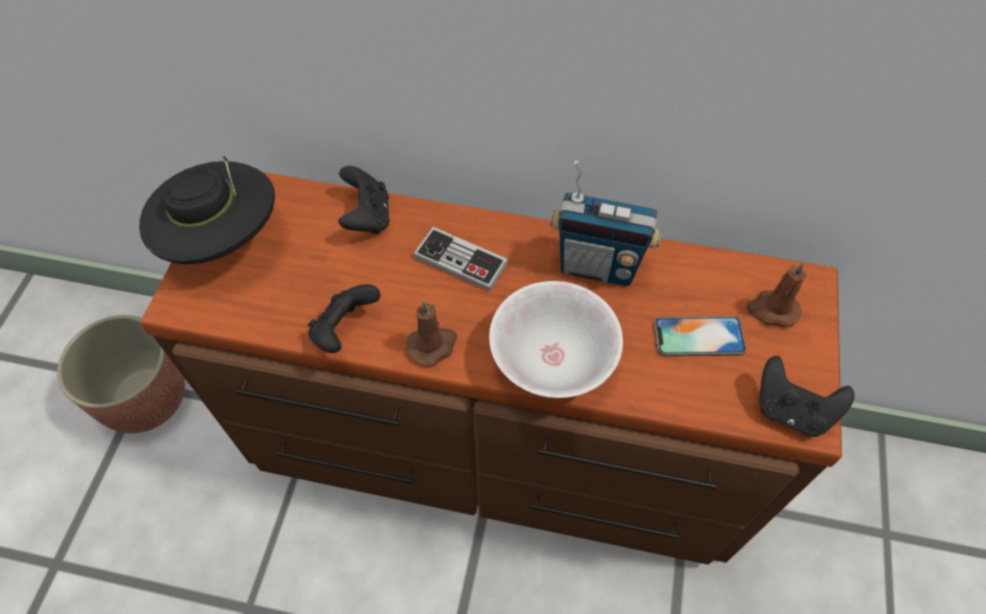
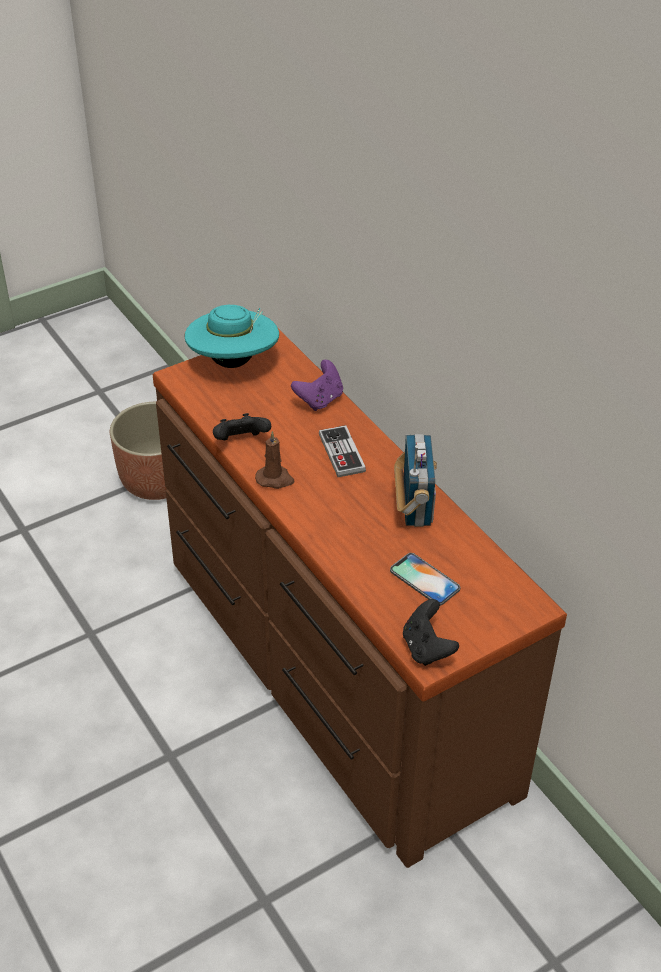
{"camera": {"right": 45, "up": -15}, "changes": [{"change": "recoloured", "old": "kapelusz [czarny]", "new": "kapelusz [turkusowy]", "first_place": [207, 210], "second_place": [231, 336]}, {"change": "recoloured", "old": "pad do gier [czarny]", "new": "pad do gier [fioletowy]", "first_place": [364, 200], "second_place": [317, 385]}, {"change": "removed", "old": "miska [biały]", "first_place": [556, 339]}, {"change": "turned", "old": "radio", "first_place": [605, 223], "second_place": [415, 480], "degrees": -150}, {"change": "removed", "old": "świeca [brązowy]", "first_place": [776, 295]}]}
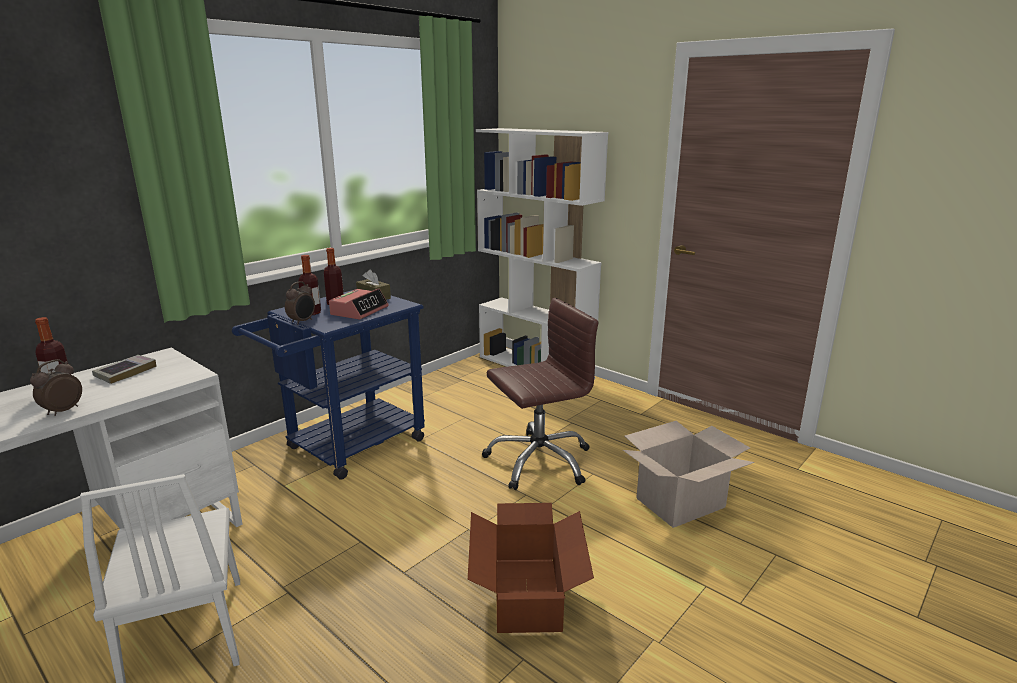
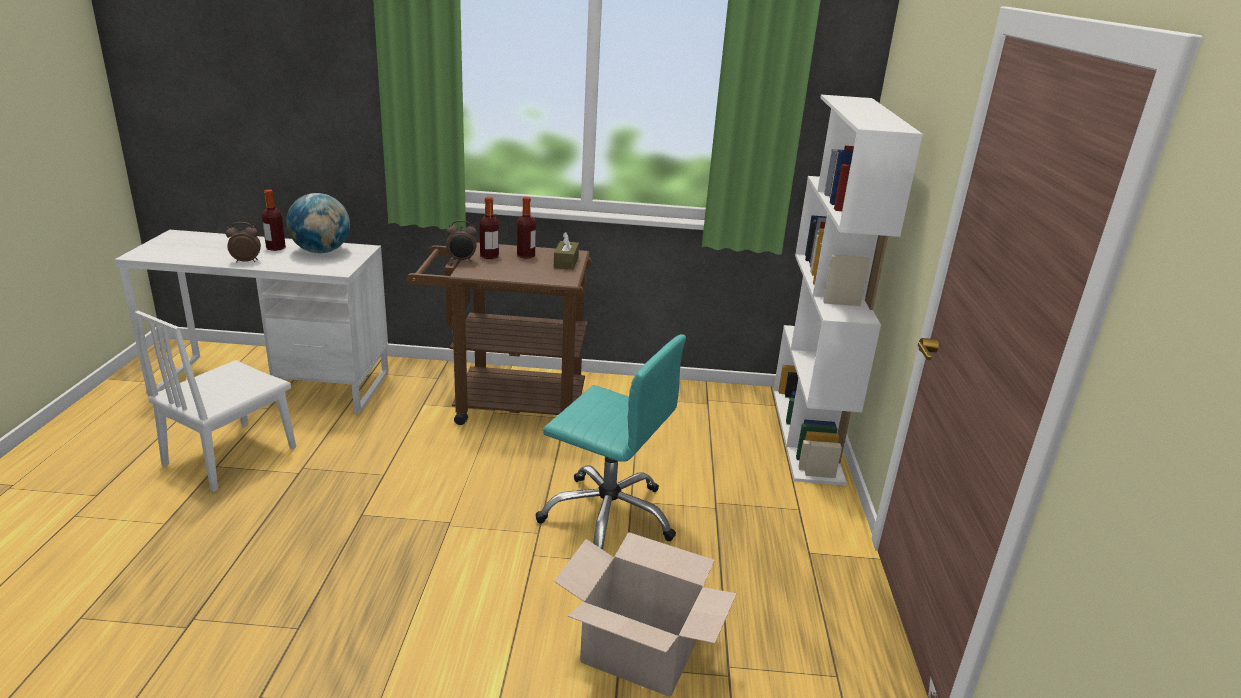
{"camera": {"right": 50, "up": 5}, "changes": [{"change": "replaced", "old": "książka", "new": "globus", "first_place": [124, 369], "second_place": [318, 223]}, {"change": "recoloured", "old": "wózek [niebieski]", "new": "wózek [brązowy]", "first_place": [328, 384], "second_place": [499, 333]}, {"change": "removed", "old": "budzik", "first_place": [359, 304]}, {"change": "removed", "old": "karton", "first_place": [531, 568]}, {"change": "recoloured", "old": "krzesło biurowe [brązowy]", "new": "krzesło biurowe [turkusowy]", "first_place": [540, 394], "second_place": [611, 442]}]}
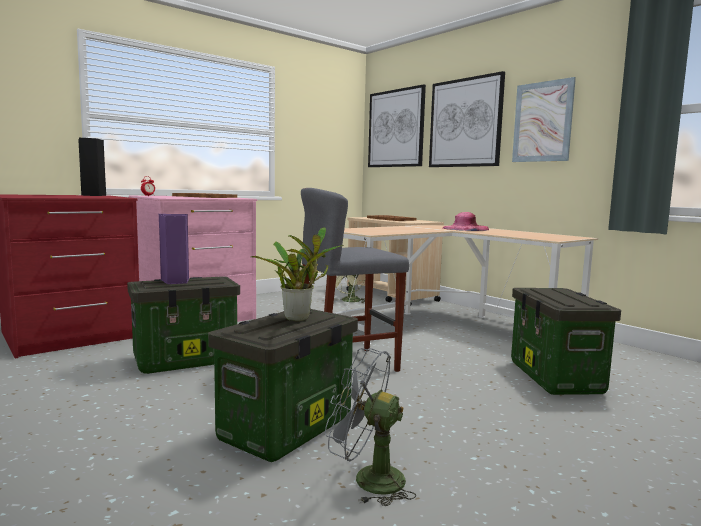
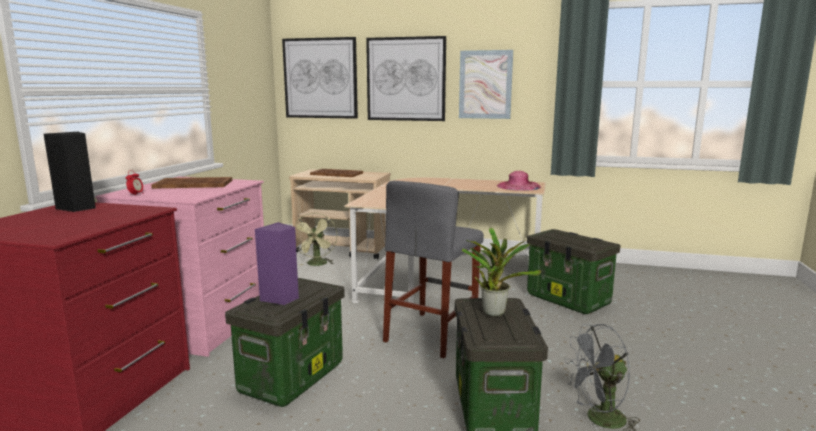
{"camera": {"right": -35, "up": 5}, "changes": [{"change": "moved", "old": "kapelusz [różowy]", "first_place": [466, 221], "second_place": [519, 181]}]}
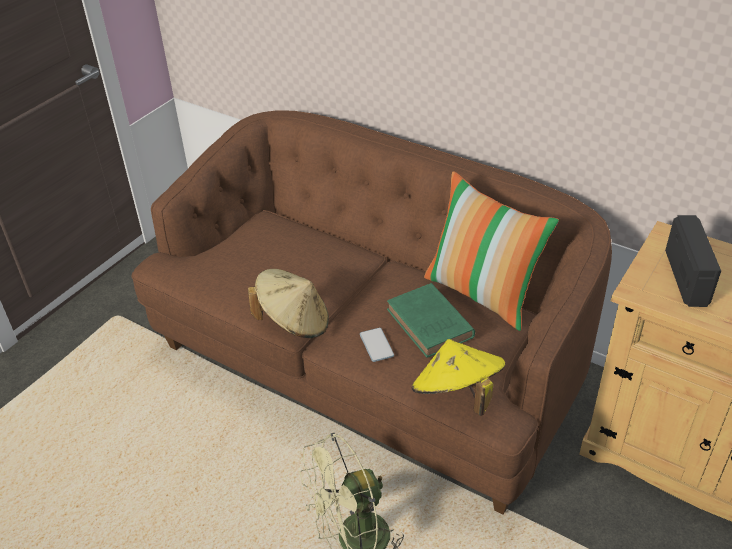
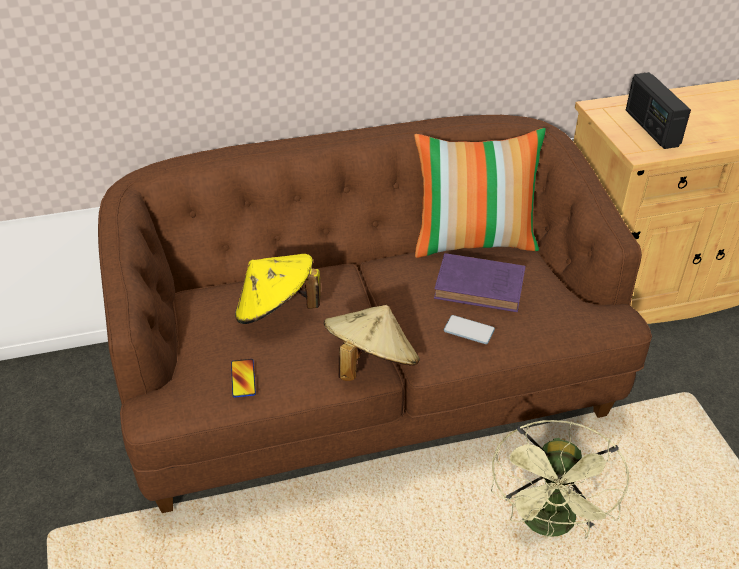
{"camera": {"right": -50, "up": 0}, "changes": [{"change": "recoloured", "old": "książka [zielony]", "new": "książka [fioletowy]", "first_place": [431, 320], "second_place": [480, 282]}, {"change": "moved", "old": "kapelusz [żółty]", "first_place": [459, 377], "second_place": [278, 289]}, {"change": "turned", "old": "radio", "first_place": [693, 261], "second_place": [658, 110], "degrees": -150}, {"change": "added", "new": "telefon", "second_place": [243, 378]}]}
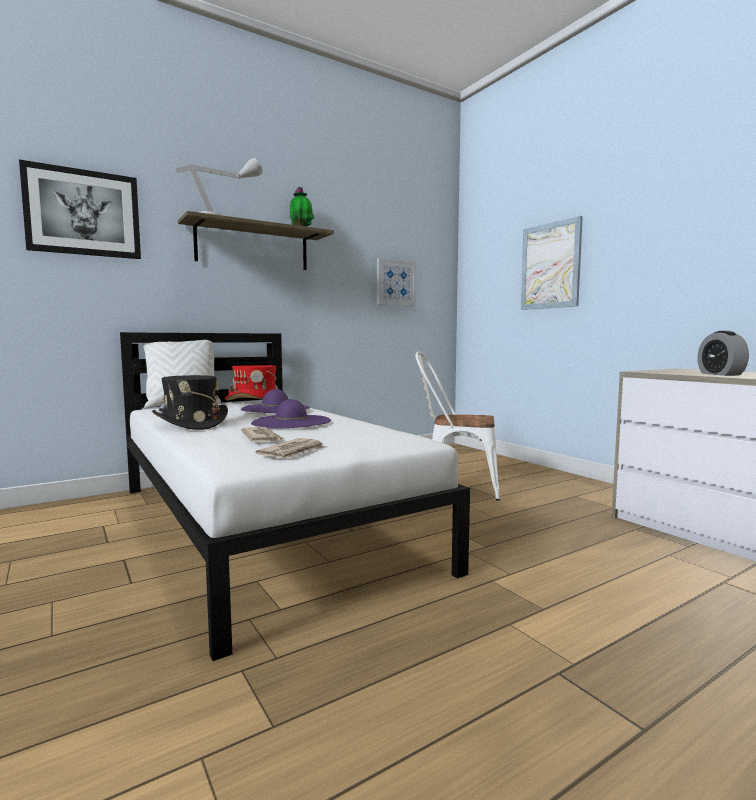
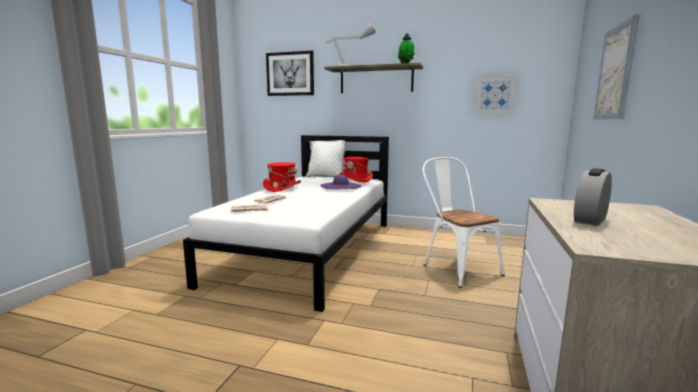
{"camera": {"right": 50, "up": 5}, "changes": [{"change": "recoloured", "old": "kapelusz [czarny]", "new": "kapelusz [czerwony]", "first_place": [190, 402], "second_place": [282, 177]}, {"change": "removed", "old": "kapelusz [fioletowy]", "first_place": [291, 414]}]}
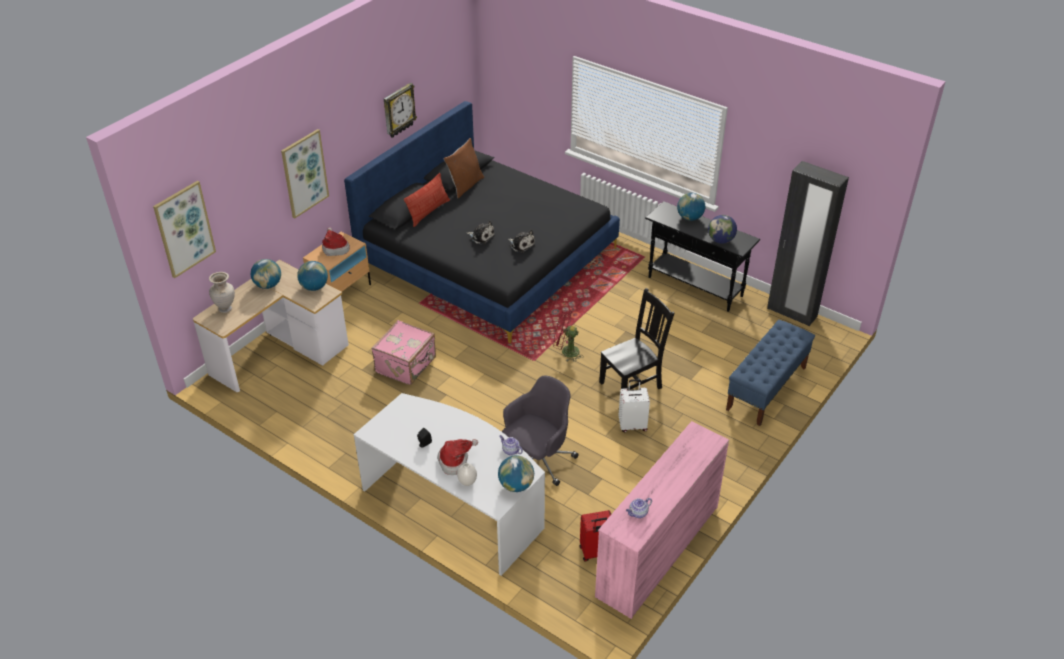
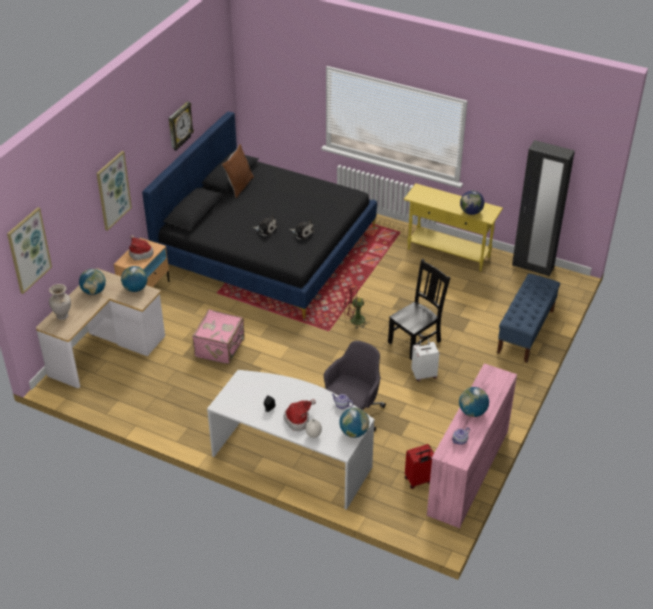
{"camera": {"right": -10, "up": 0}, "changes": [{"change": "removed", "old": "poduszka", "first_place": [427, 200]}, {"change": "recoloured", "old": "stolik konsolowy [czarny]", "new": "stolik konsolowy [żółty]", "first_place": [702, 256], "second_place": [453, 227]}, {"change": "moved", "old": "globus", "first_place": [691, 207], "second_place": [474, 402]}]}
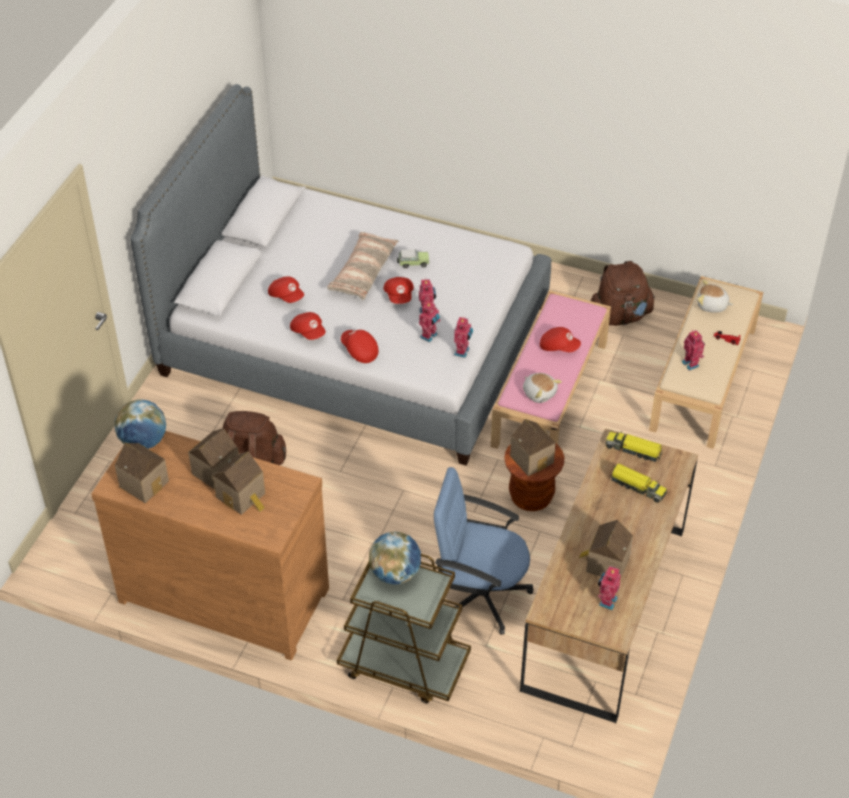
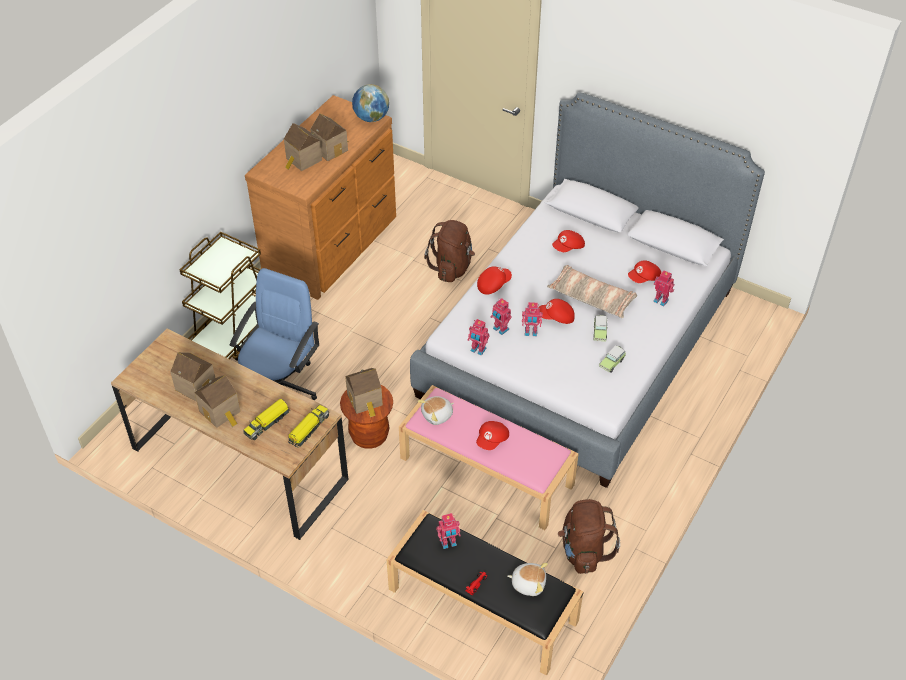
{"camera": {"right": 100, "up": 0}, "changes": [{"change": "moved", "old": "domek", "first_place": [142, 473], "second_place": [217, 401]}, {"change": "moved", "old": "czapka z daszkiem [czerwony]", "first_place": [308, 326], "second_place": [644, 271]}, {"change": "removed", "old": "globus", "first_place": [395, 558]}, {"change": "moved", "old": "robot zabawkowy", "first_place": [609, 588], "second_place": [663, 288]}, {"change": "recoloured", "old": "ławka [beżowy]", "new": "ławka [czarny]", "first_place": [706, 362], "second_place": [484, 593]}, {"change": "turned", "old": "pluszak", "first_place": [715, 296], "second_place": [527, 579], "degrees": 75}, {"change": "added", "new": "samochodzik", "second_place": [612, 359]}]}
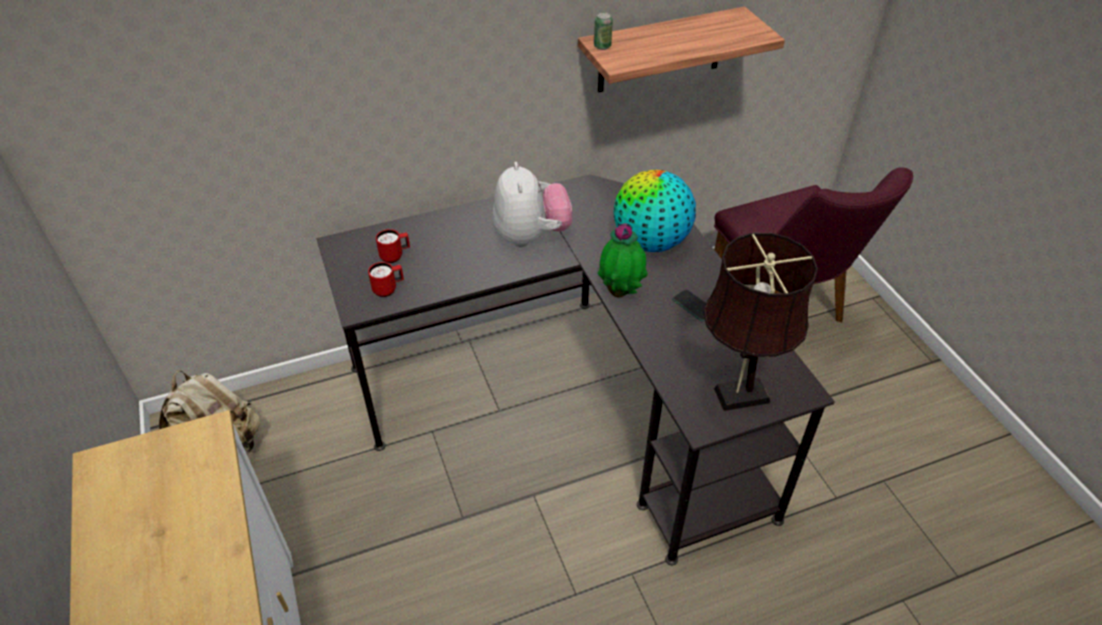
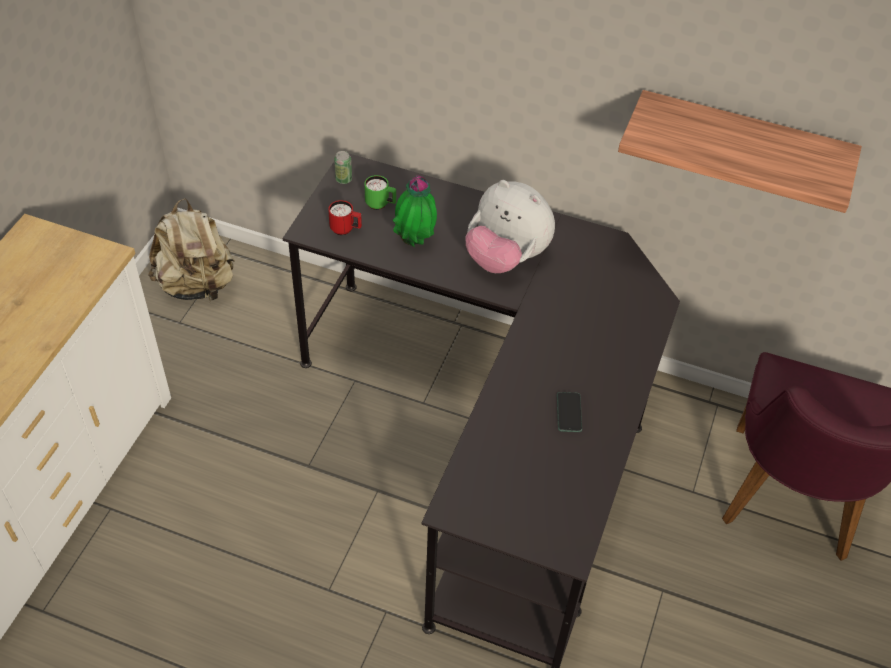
{"camera": {"right": 40, "up": 5}, "changes": [{"change": "recoloured", "old": "kubek [czerwony]", "new": "kubek [zielony]", "first_place": [393, 246], "second_place": [380, 192]}, {"change": "turned", "old": "pluszak", "first_place": [532, 204], "second_place": [510, 226], "degrees": 90}, {"change": "moved", "old": "puszka", "first_place": [603, 31], "second_place": [343, 167]}, {"change": "moved", "old": "roślina doniczkowa", "first_place": [623, 260], "second_place": [415, 211]}, {"change": "removed", "old": "globus", "first_place": [655, 211]}, {"change": "removed", "old": "lampa stołowa [brązowy]", "first_place": [760, 322]}]}
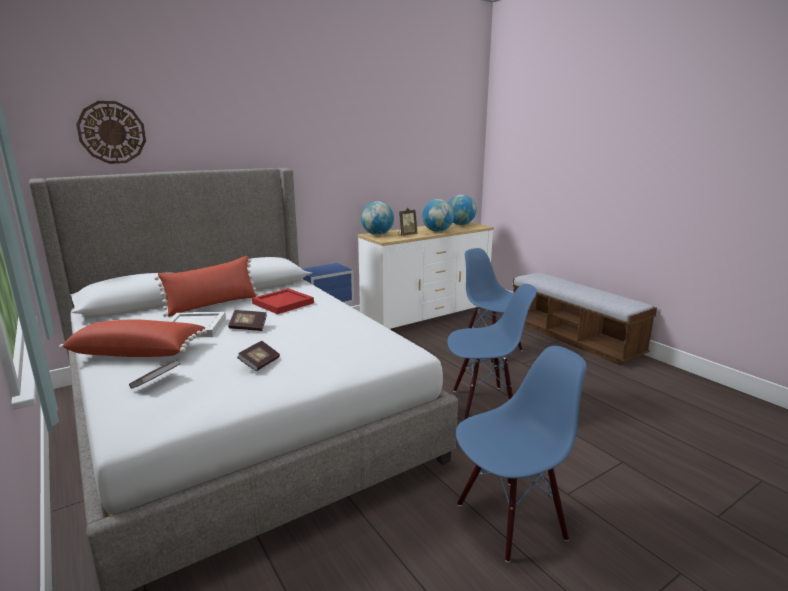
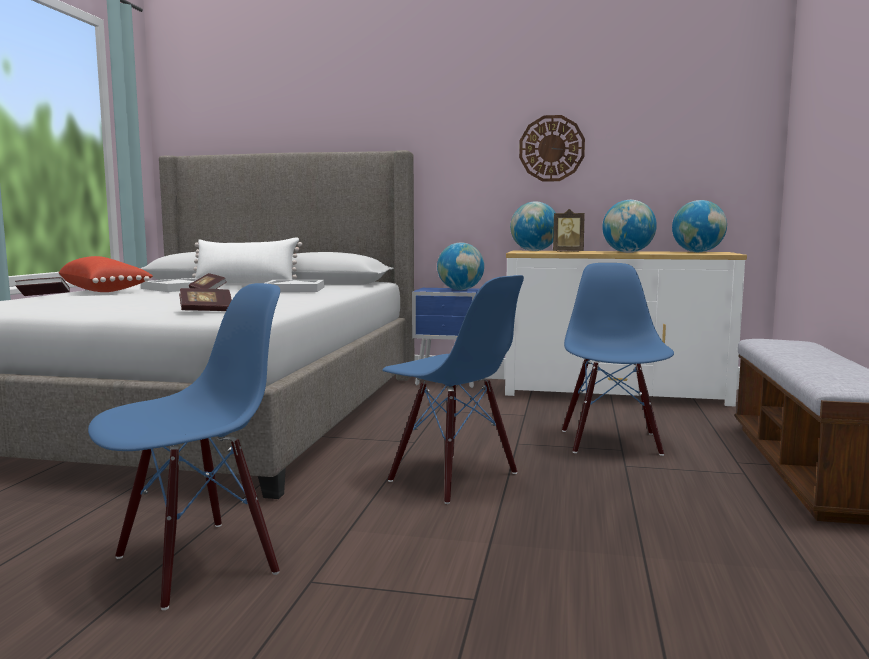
{"camera": {"right": 45, "up": -10}, "changes": [{"change": "moved", "old": "zegar ścienny", "first_place": [111, 132], "second_place": [552, 148]}, {"change": "recoloured", "old": "poduszka [czerwony]", "new": "poduszka [biały]", "first_place": [206, 286], "second_place": [247, 260]}, {"change": "moved", "old": "książka", "first_place": [258, 356], "second_place": [205, 299]}, {"change": "recoloured", "old": "taca [czerwony]", "new": "taca [biały]", "first_place": [283, 301], "second_place": [295, 286]}, {"change": "turned", "old": "krzesło [niebieski]", "first_place": [521, 454], "second_place": [184, 446], "degrees": -60}, {"change": "added", "new": "globus", "second_place": [460, 266]}]}
